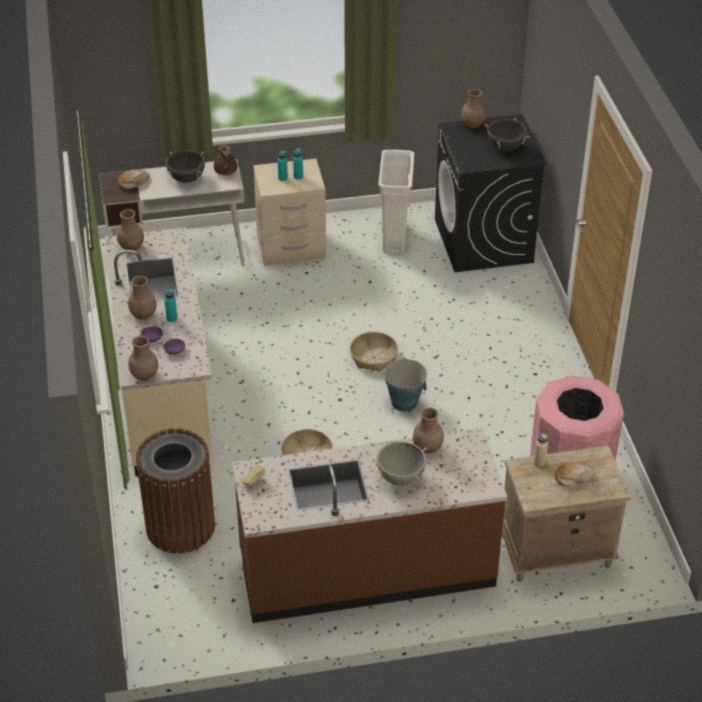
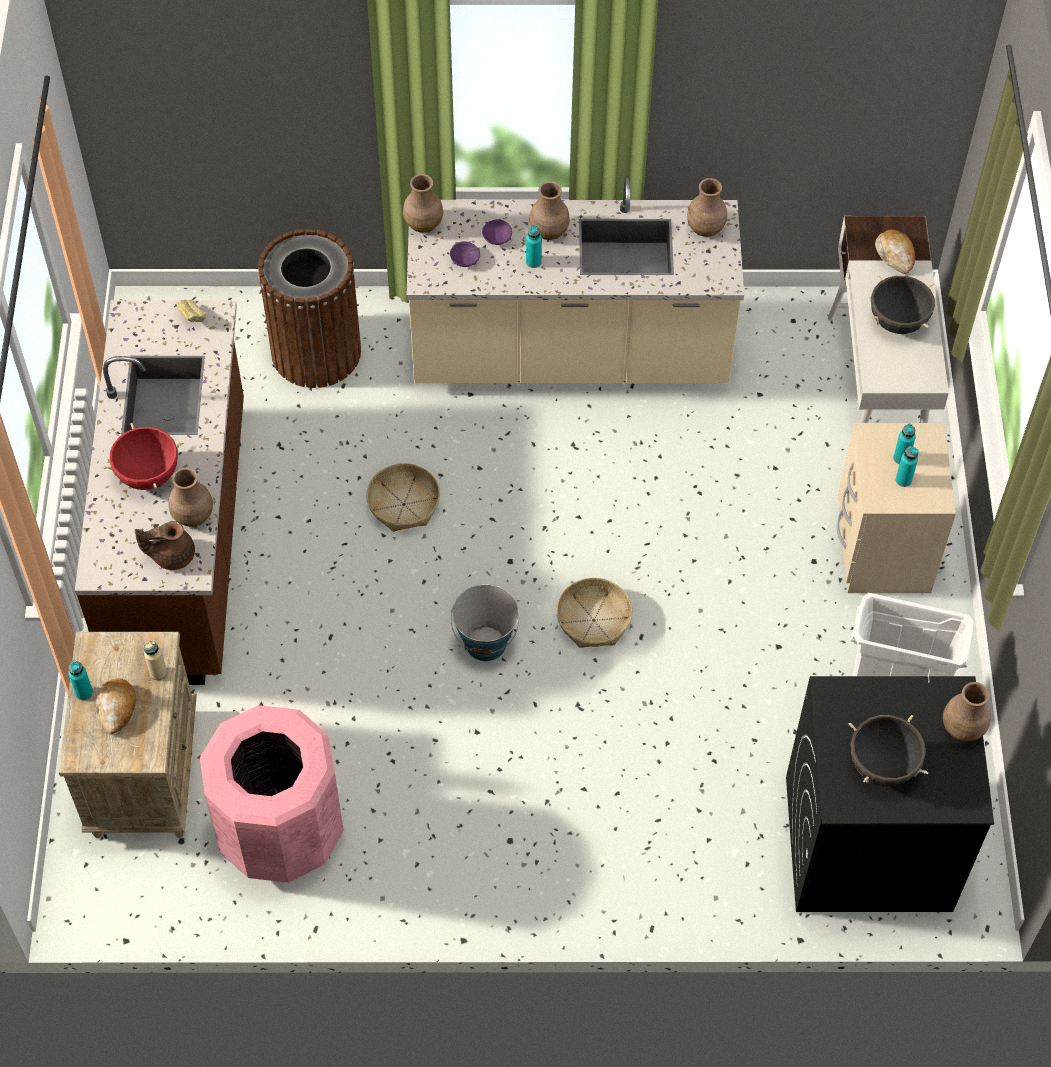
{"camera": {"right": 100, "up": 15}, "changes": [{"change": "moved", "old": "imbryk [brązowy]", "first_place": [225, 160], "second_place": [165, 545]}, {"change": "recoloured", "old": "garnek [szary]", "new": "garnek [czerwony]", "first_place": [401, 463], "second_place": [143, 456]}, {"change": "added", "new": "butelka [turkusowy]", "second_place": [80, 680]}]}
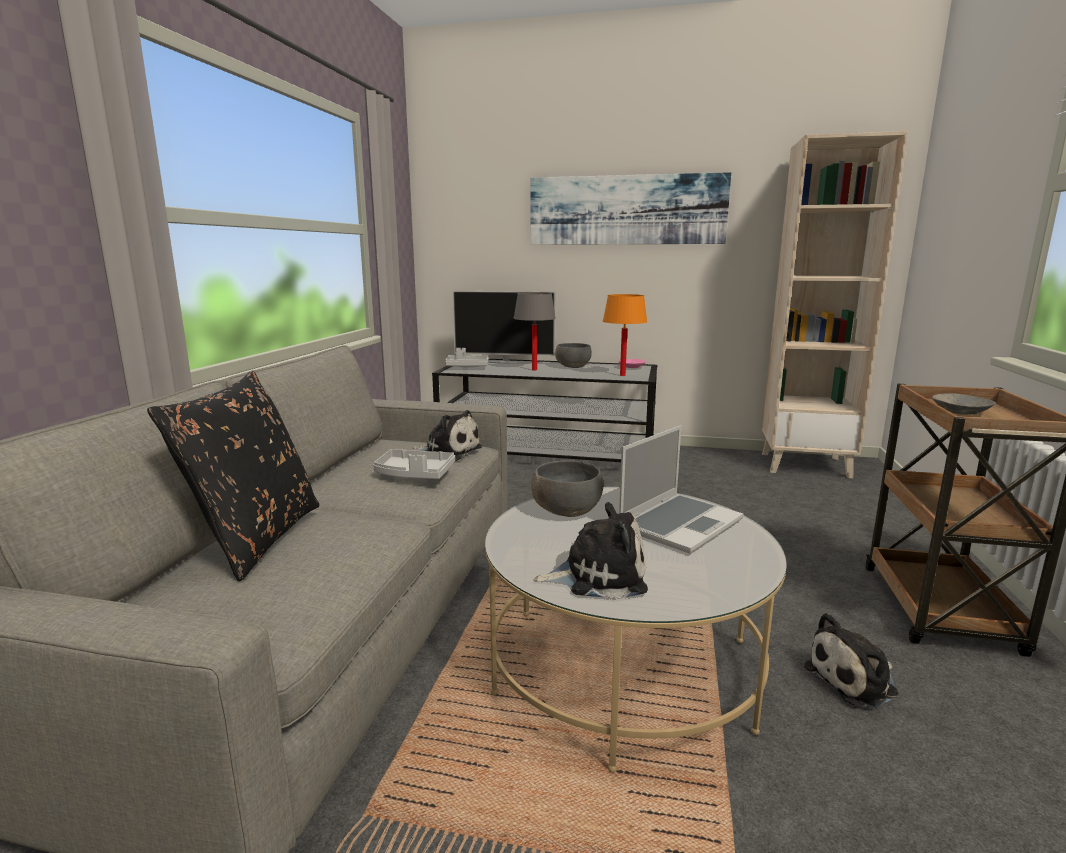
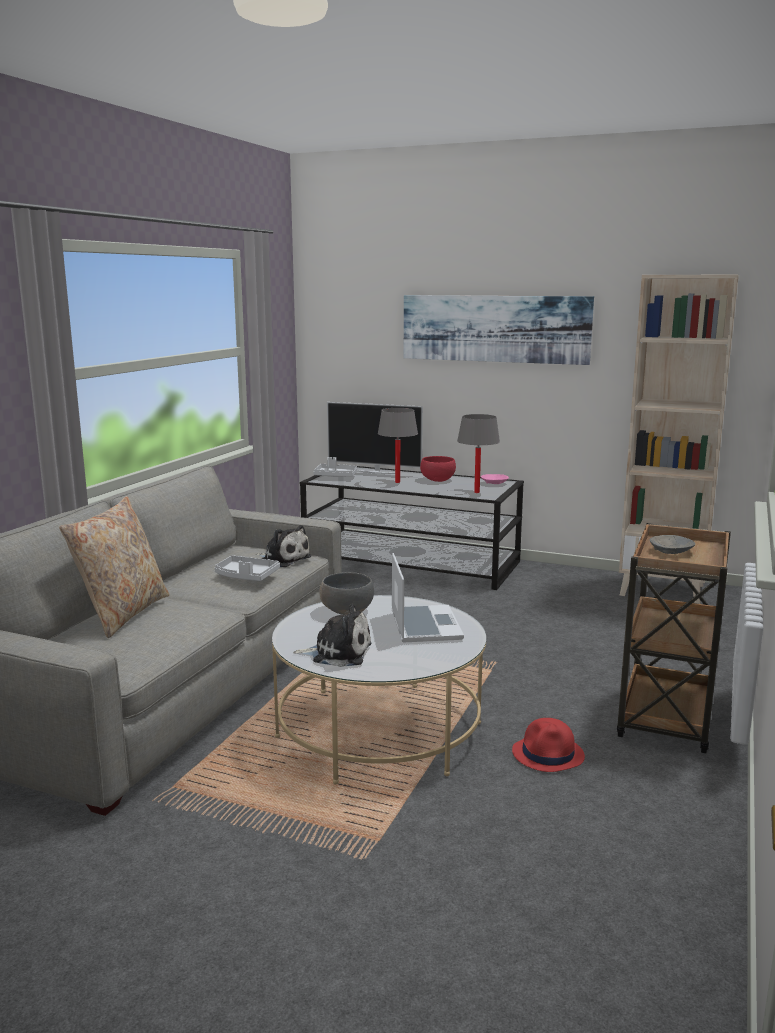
{"camera": {"right": 10, "up": 0}, "changes": [{"change": "recoloured", "old": "poduszka [czarny]", "new": "poduszka [beżowy]", "first_place": [233, 476], "second_place": [114, 567]}, {"change": "recoloured", "old": "miska [szary]", "new": "miska [czerwony]", "first_place": [573, 355], "second_place": [438, 469]}, {"change": "recoloured", "old": "lampa stołowa [pomarańczowy]", "new": "lampa stołowa [szary]", "first_place": [625, 335], "second_place": [478, 453]}, {"change": "turned", "old": "laptop", "first_place": [681, 489], "second_place": [428, 598], "degrees": -60}, {"change": "replaced", "old": "pluszak", "new": "kapelusz [czerwony]", "first_place": [851, 660], "second_place": [548, 745]}]}
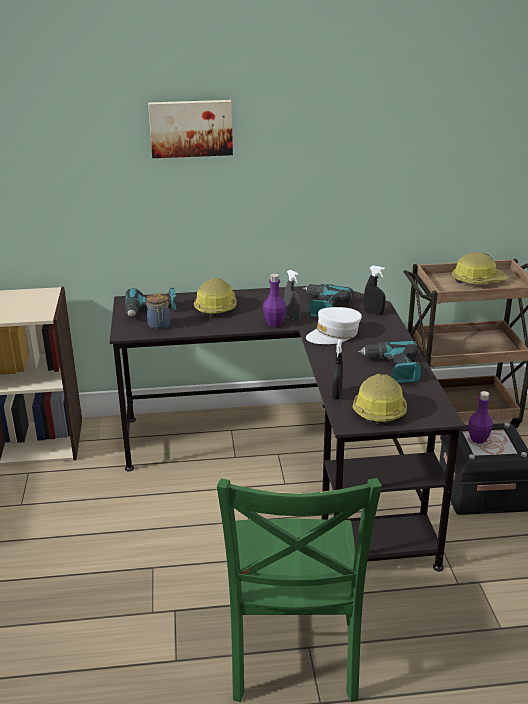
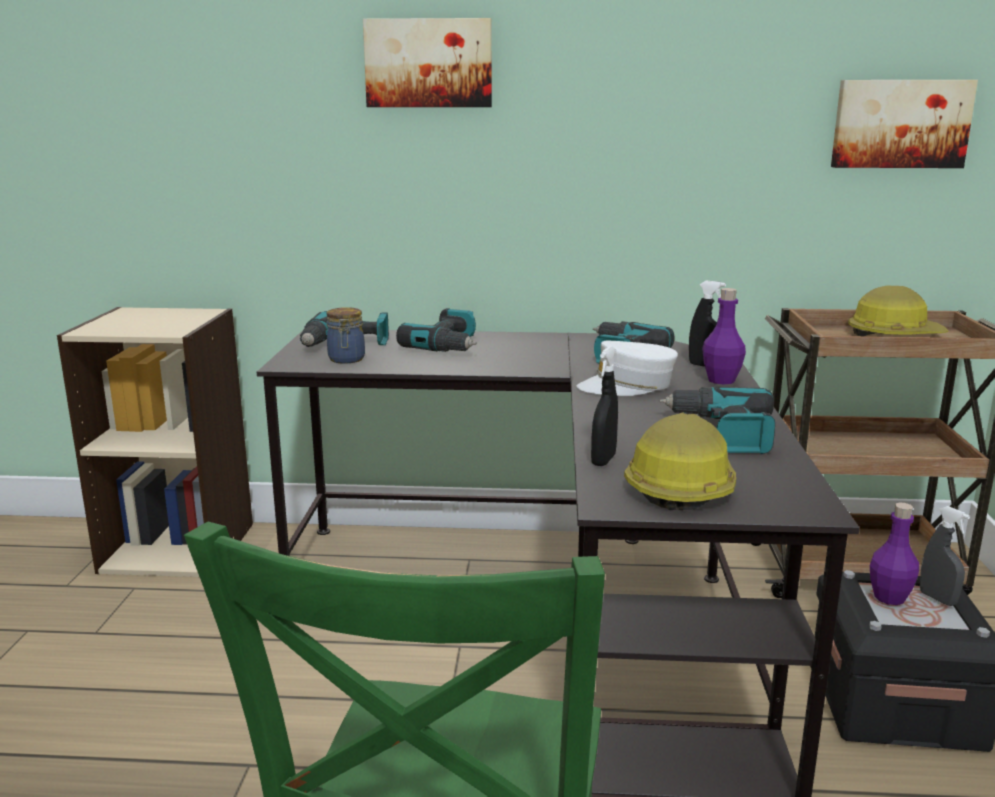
{"camera": {"right": 10, "up": -10}, "changes": [{"change": "replaced", "old": "kask", "new": "wiertarka", "first_place": [215, 297], "second_place": [436, 330]}, {"change": "moved", "old": "butelka [fioletowy]", "first_place": [275, 300], "second_place": [724, 336]}, {"change": "moved", "old": "spryskiwacz [szary]", "first_place": [292, 295], "second_place": [945, 556]}, {"change": "added", "new": "obraz", "second_place": [904, 124]}]}
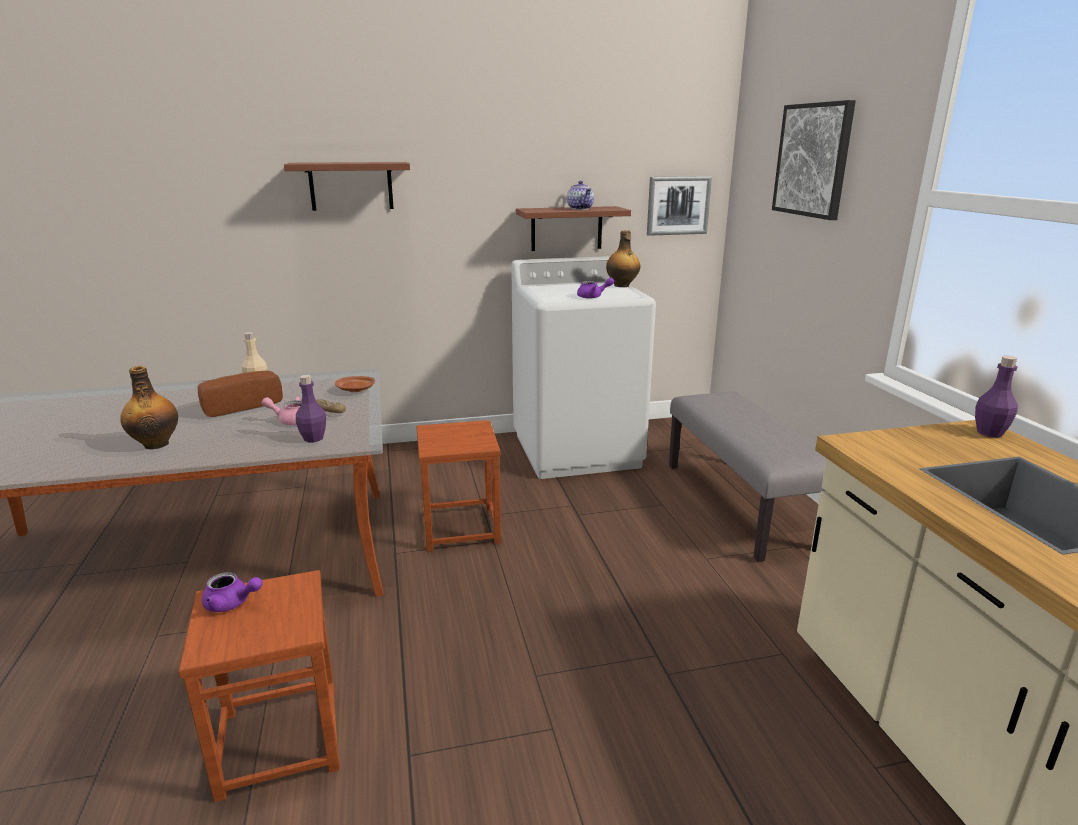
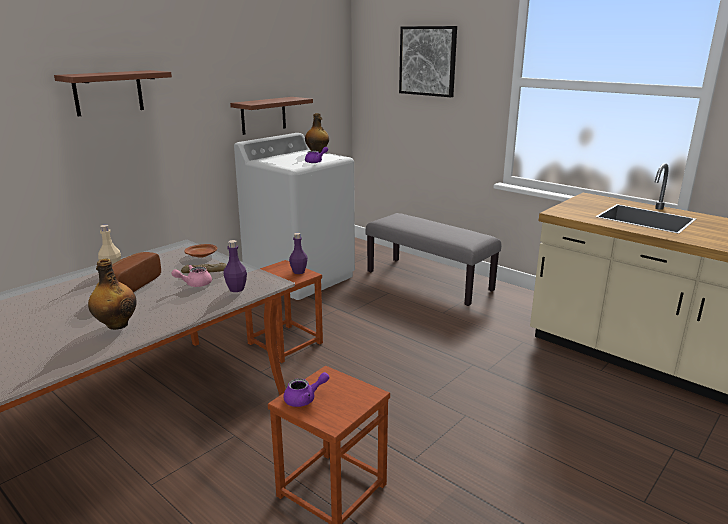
{"camera": {"right": -35, "up": 0}, "changes": [{"change": "removed", "old": "imbryk", "first_place": [580, 195]}, {"change": "removed", "old": "obraz", "first_place": [679, 206]}, {"change": "moved", "old": "butelka [fioletowy]", "first_place": [996, 396], "second_place": [298, 253]}]}
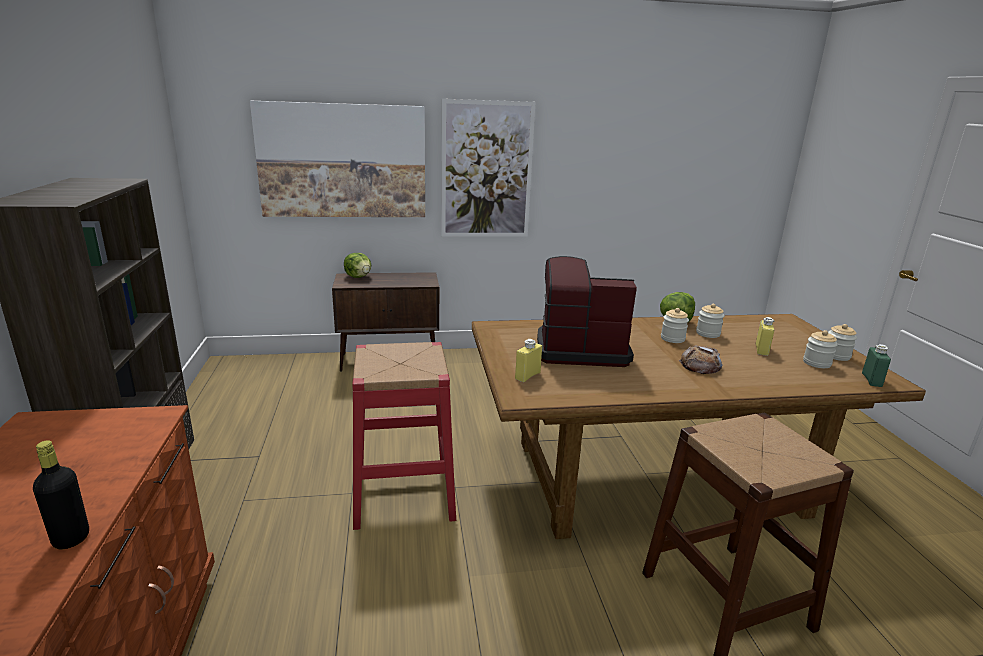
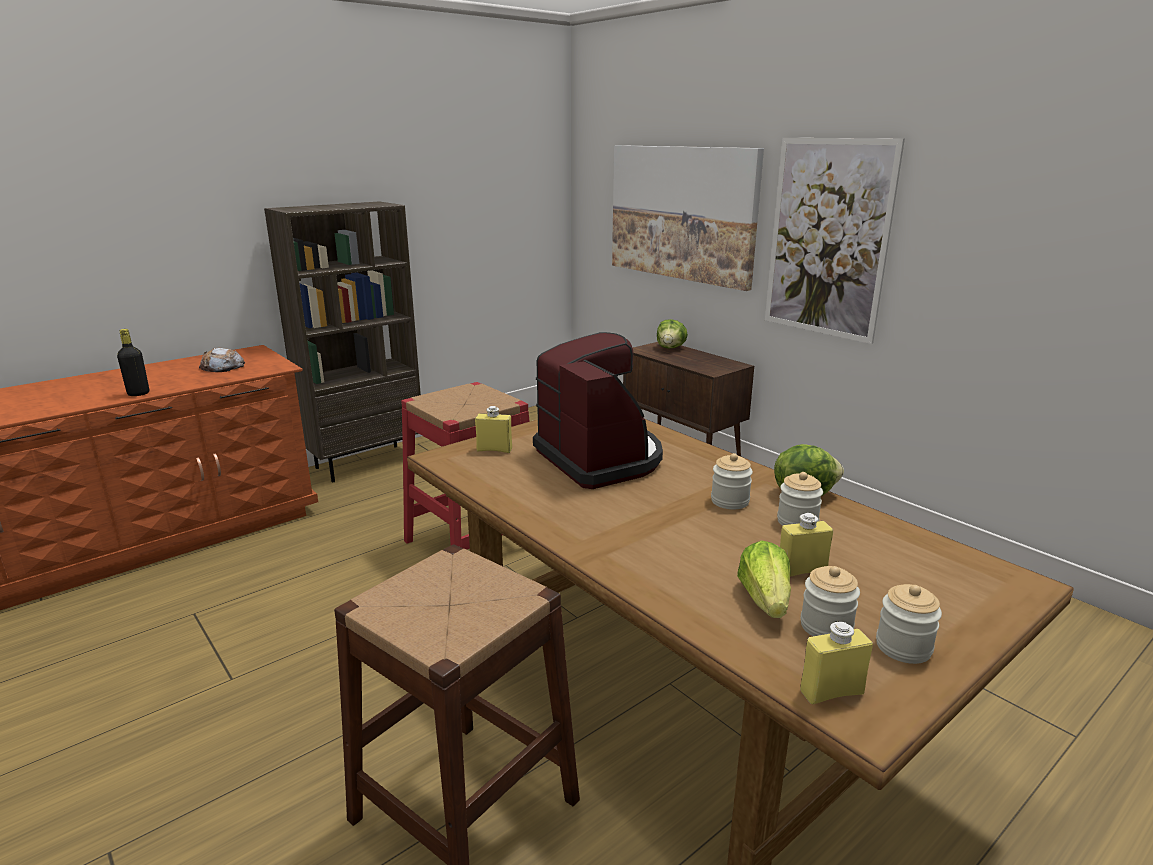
{"camera": {"right": 60, "up": 0}, "changes": [{"change": "moved", "old": "chleb", "first_place": [701, 360], "second_place": [222, 360]}, {"change": "recoloured", "old": "butelka [zielony]", "new": "butelka [żółty]", "first_place": [876, 365], "second_place": [836, 662]}, {"change": "added", "new": "sałata", "second_place": [764, 579]}]}
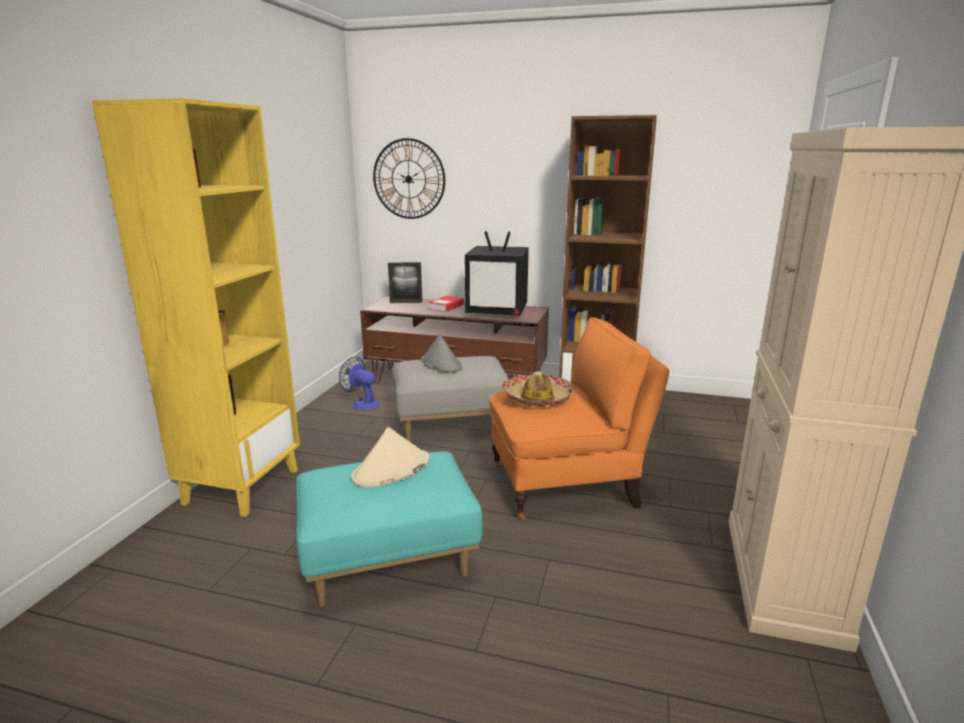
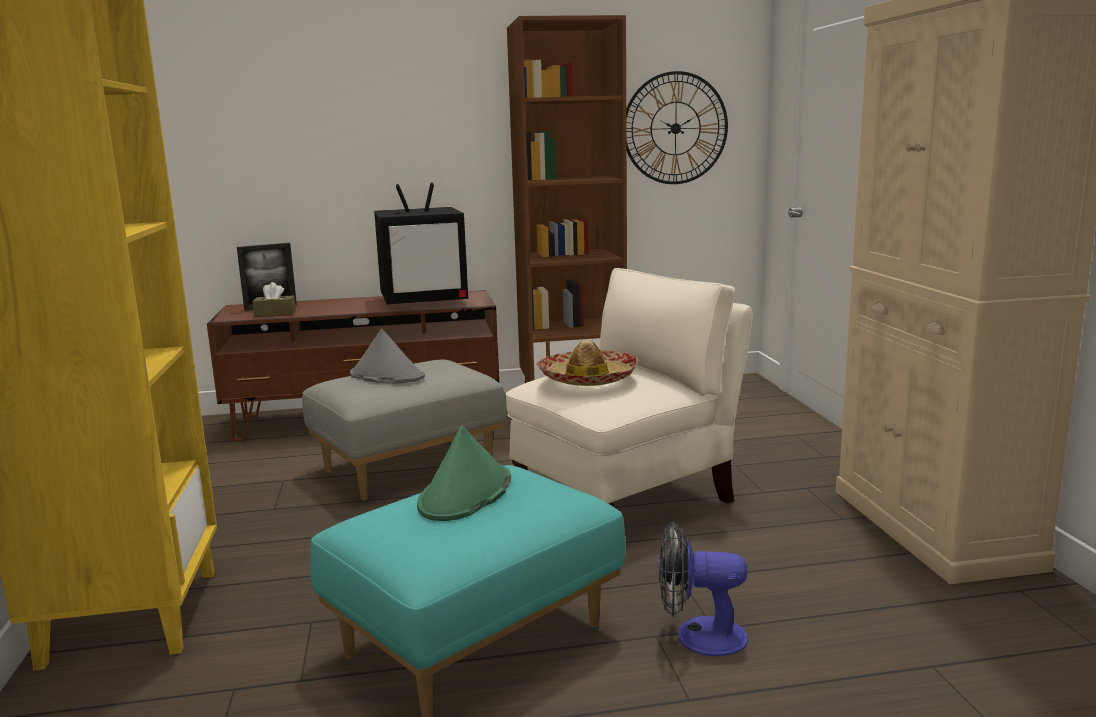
{"camera": {"right": -25, "up": -5}, "changes": [{"change": "moved", "old": "wentylator", "first_place": [359, 383], "second_place": [703, 588]}, {"change": "recoloured", "old": "kapelusz [beżowy]", "new": "kapelusz [zielony]", "first_place": [390, 457], "second_place": [464, 473]}, {"change": "moved", "old": "zegar ścienny", "first_place": [409, 178], "second_place": [677, 127]}, {"change": "removed", "old": "książka", "first_place": [446, 304]}, {"change": "recoloured", "old": "fotel [pomarańczowy]", "new": "fotel [beżowy]", "first_place": [579, 418], "second_place": [629, 387]}, {"change": "added", "new": "pudełko chusteczek [brązowy]", "second_place": [274, 299]}]}
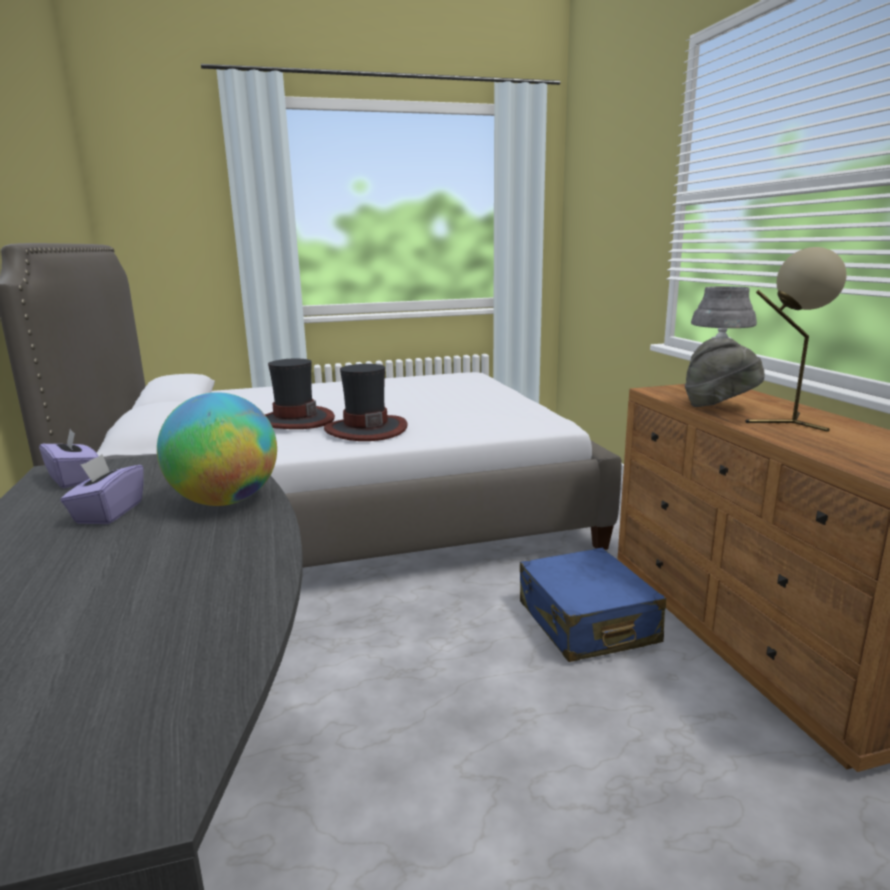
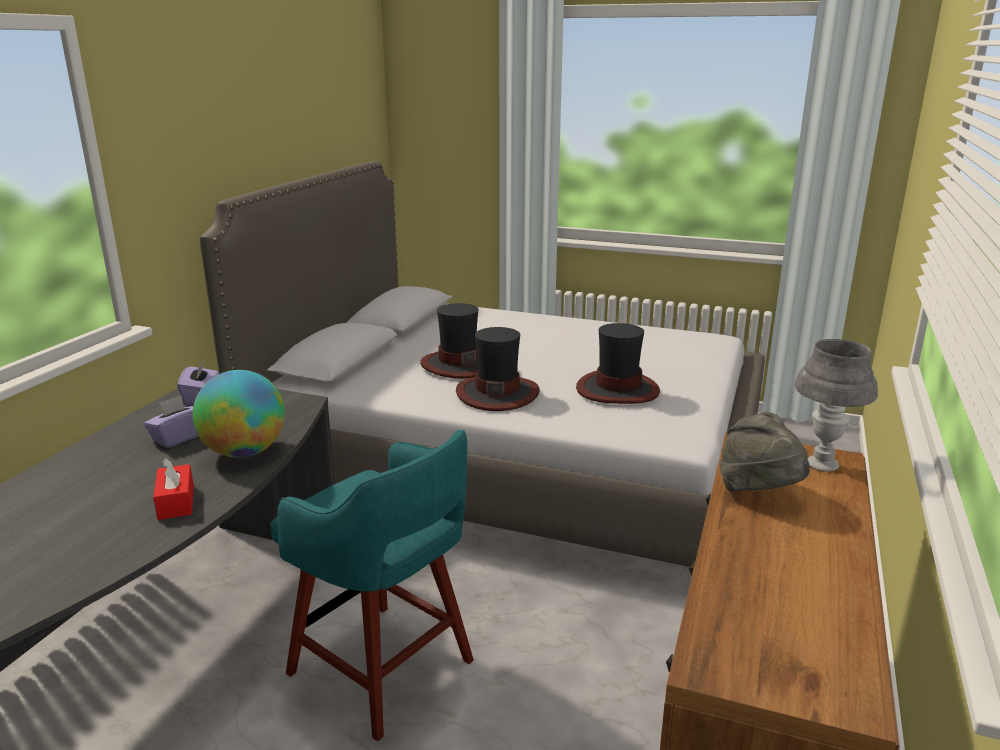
{"camera": {"right": 35, "up": 5}, "changes": [{"change": "removed", "old": "walizka [niebieski]", "first_place": [593, 605]}, {"change": "removed", "old": "lampa stołowa [beżowy]", "first_place": [796, 339]}, {"change": "added", "new": "pudełko chusteczek [czerwony]", "second_place": [173, 489]}, {"change": "added", "new": "stołek [turkusowy]", "second_place": [372, 585]}, {"change": "added", "new": "kapelusz", "second_place": [618, 363]}]}
